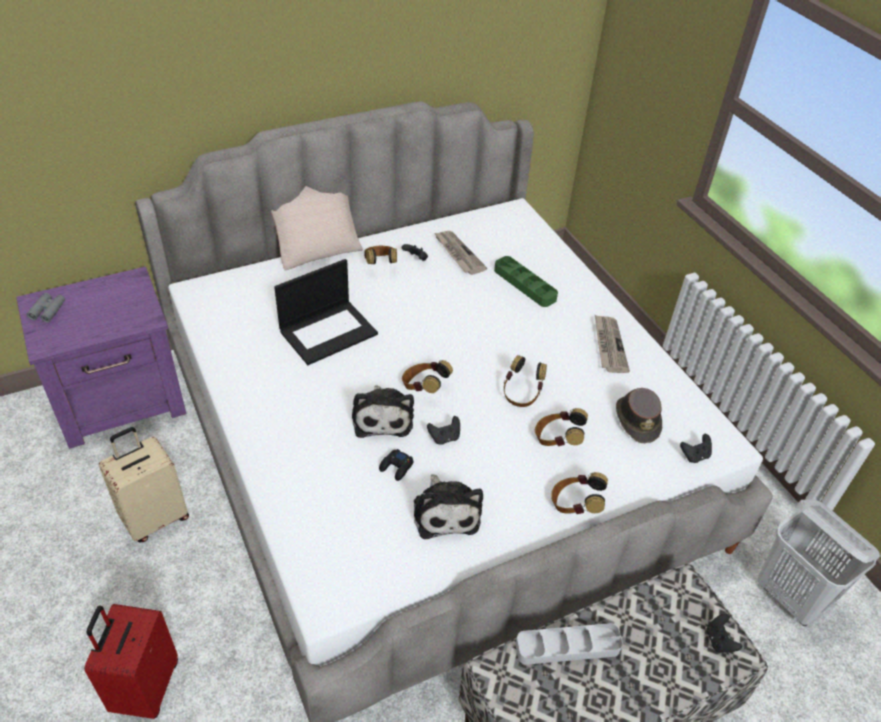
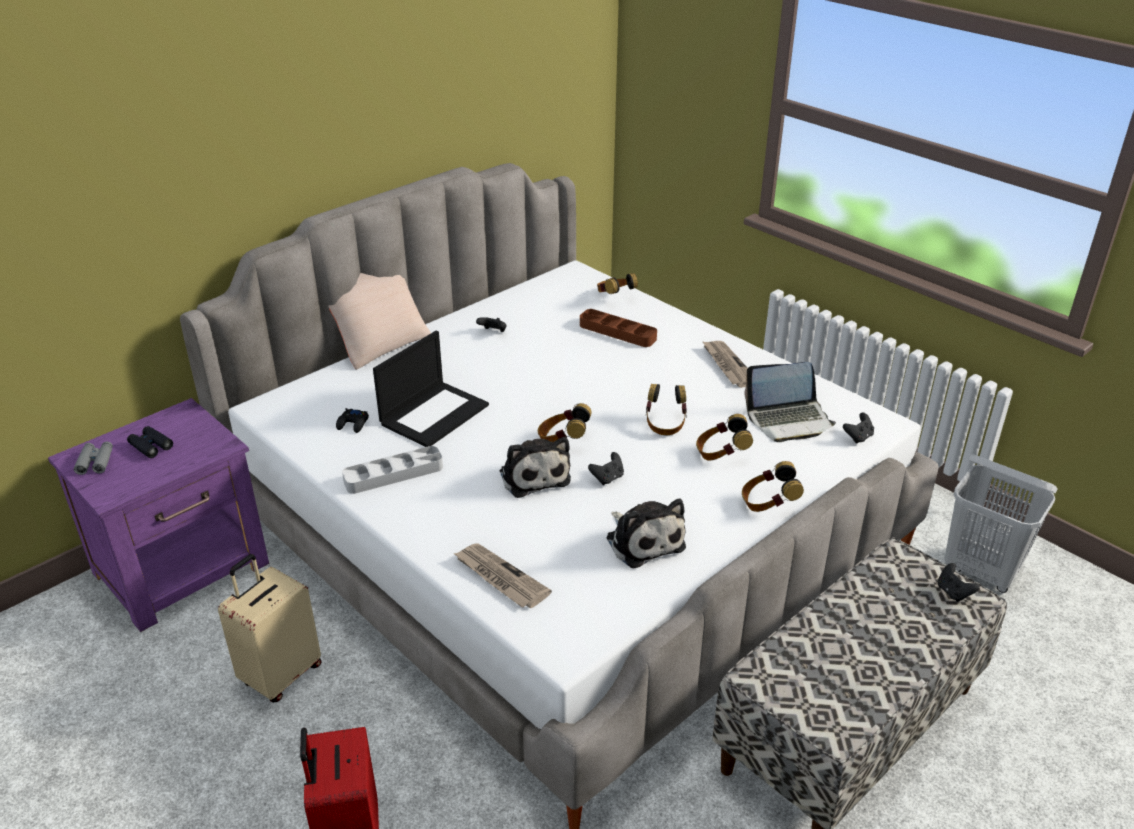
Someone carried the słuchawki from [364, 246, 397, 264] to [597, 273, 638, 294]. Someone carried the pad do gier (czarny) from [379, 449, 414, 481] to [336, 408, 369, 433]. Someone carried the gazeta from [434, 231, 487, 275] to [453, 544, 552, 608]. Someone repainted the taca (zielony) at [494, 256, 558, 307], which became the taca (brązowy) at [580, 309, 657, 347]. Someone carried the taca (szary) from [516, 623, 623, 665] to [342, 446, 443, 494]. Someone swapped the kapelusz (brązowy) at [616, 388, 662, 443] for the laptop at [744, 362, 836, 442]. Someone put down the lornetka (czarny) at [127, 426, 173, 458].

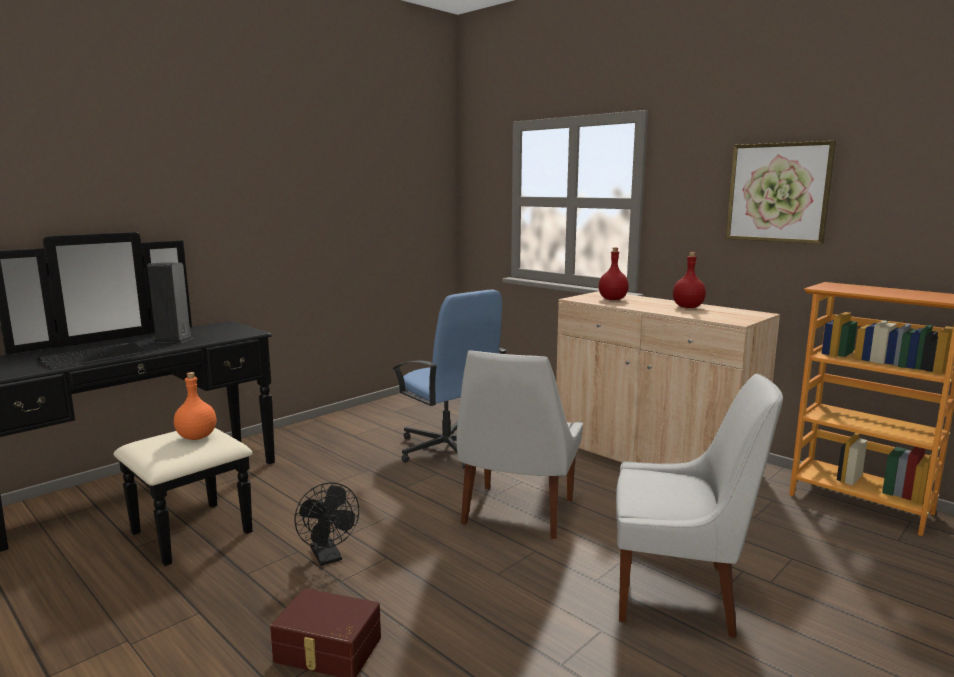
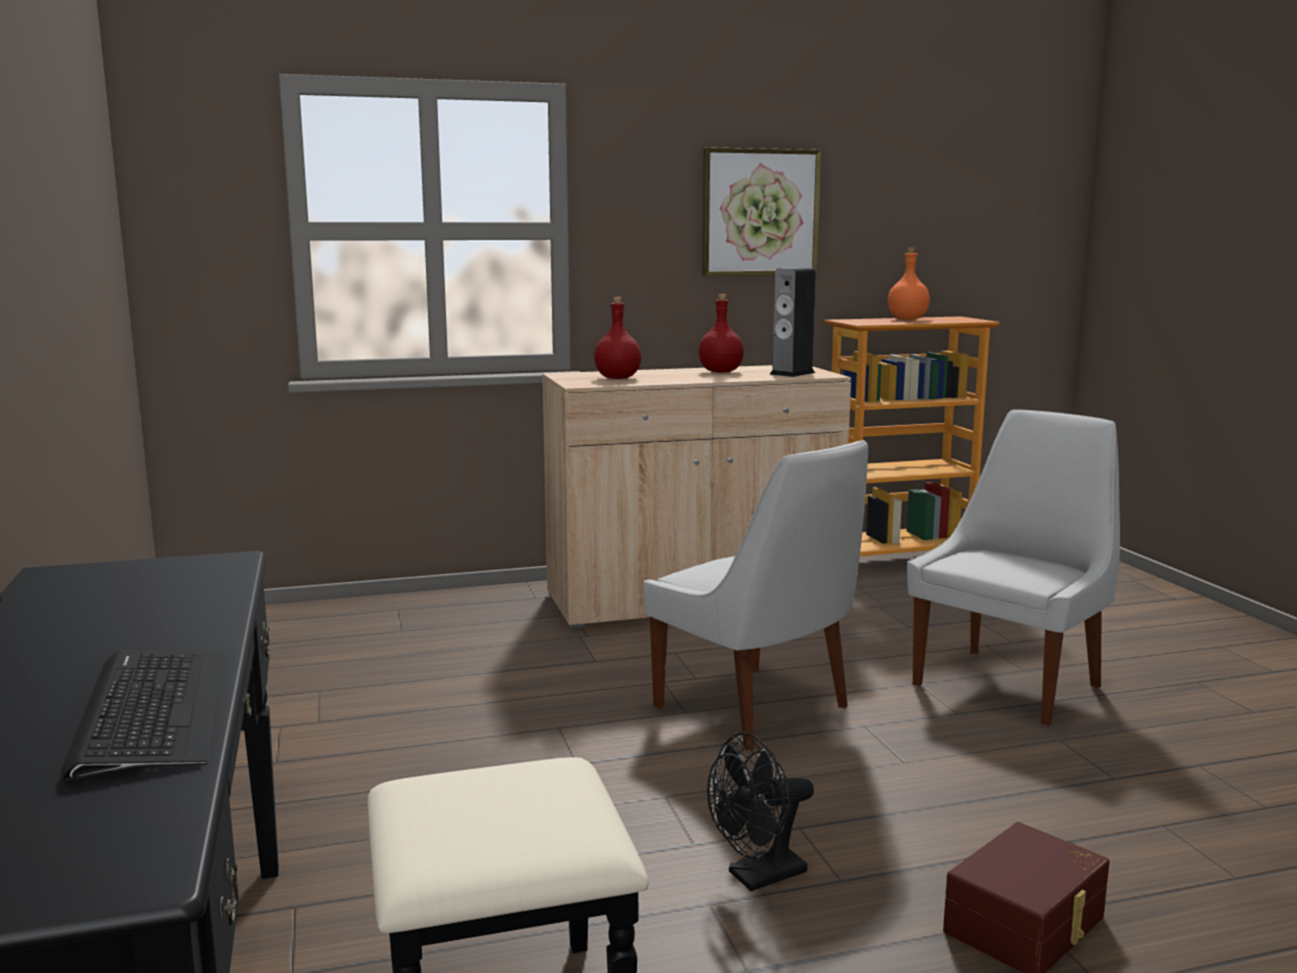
Someone carried the głośnik from [147, 262, 193, 343] to [769, 267, 816, 377]. Someone carried the butelka (pomarańczowy) from [174, 372, 216, 440] to [888, 247, 930, 320]. Someone rotated the wentylator (czarny) at [294, 482, 359, 566] by 150 degrees clockwise. Someone took away the krzesło biurowe (niebieski) at [392, 290, 507, 468].

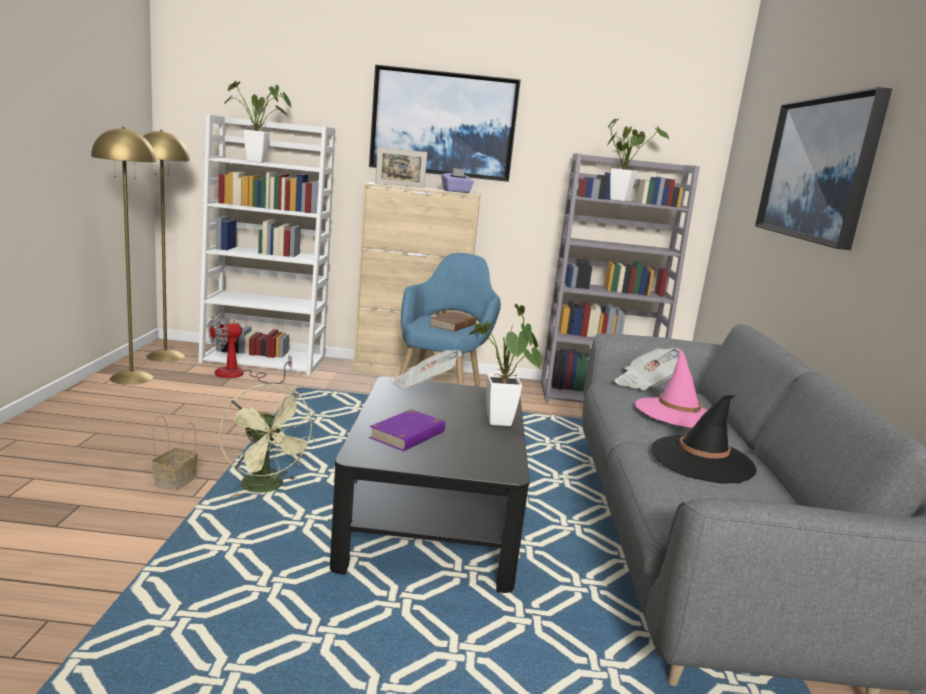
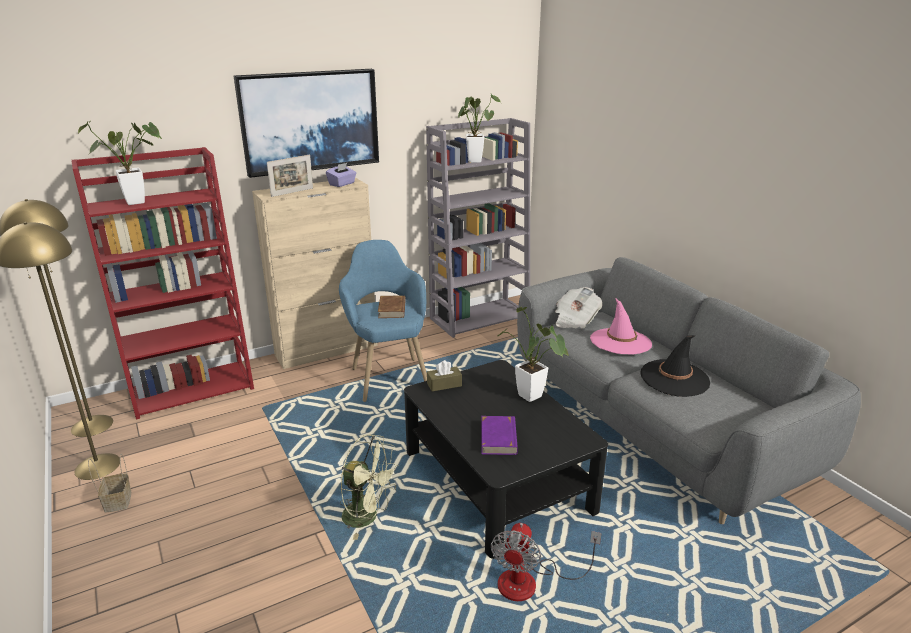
Someone carried the koszyk from [152, 415, 198, 491] to [88, 454, 131, 513]. Someone repainted the regał (biały) at [198, 114, 335, 375], which became the regał (czerwony) at [71, 147, 254, 420]. Someone carried the wentylator from [208, 315, 292, 384] to [491, 523, 601, 601]. Someone swapped the gazeta at [390, 350, 462, 390] for the pudełko chusteczek (brązowy) at [427, 360, 462, 392]. Someone took away the obraz at [755, 87, 892, 250].

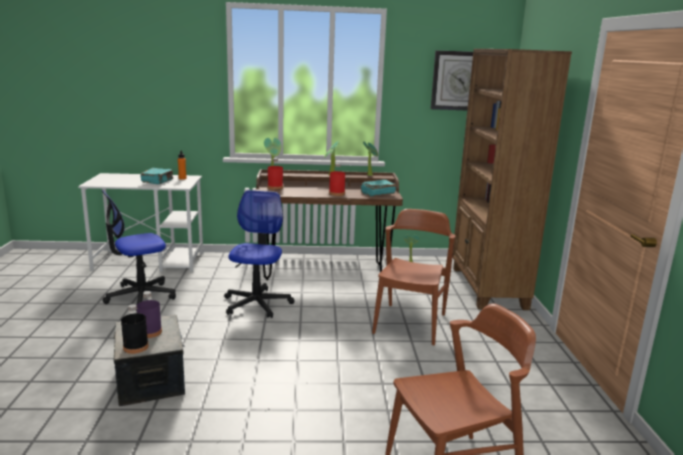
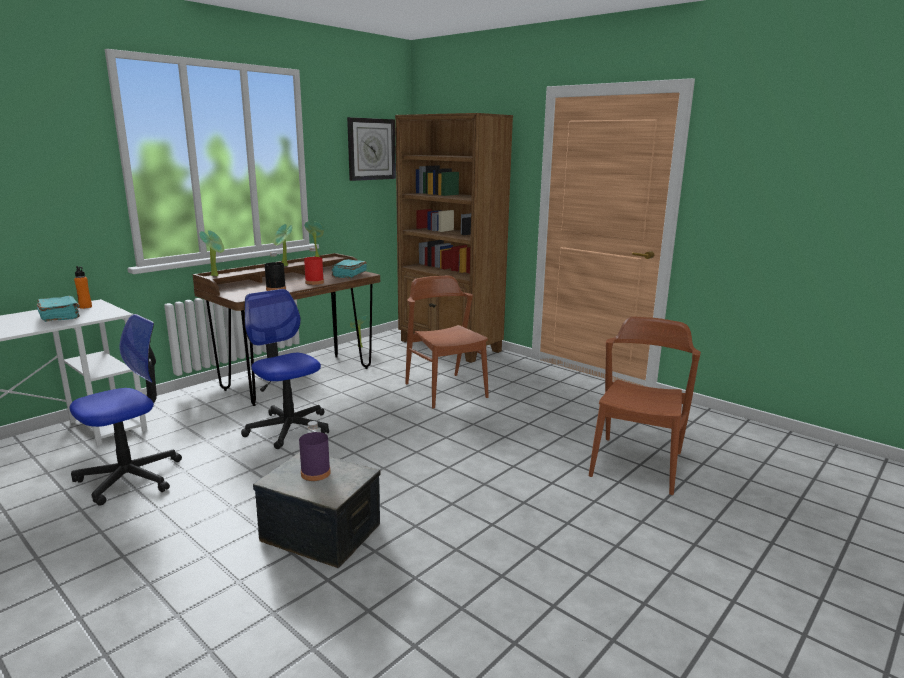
Someone rotated the krzesło biurowe at [102, 190, 176, 311] by 150 degrees counterclockwise. Someone carried the butelka (czarny) from [121, 304, 149, 354] to [264, 252, 286, 291]. Someone took away the butelka (czerwony) at [268, 158, 283, 190].

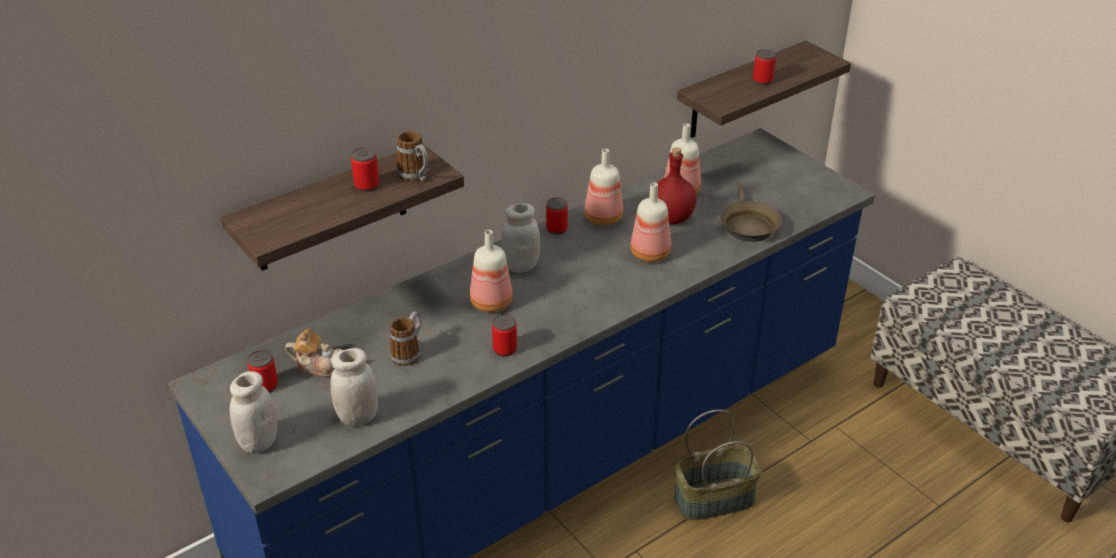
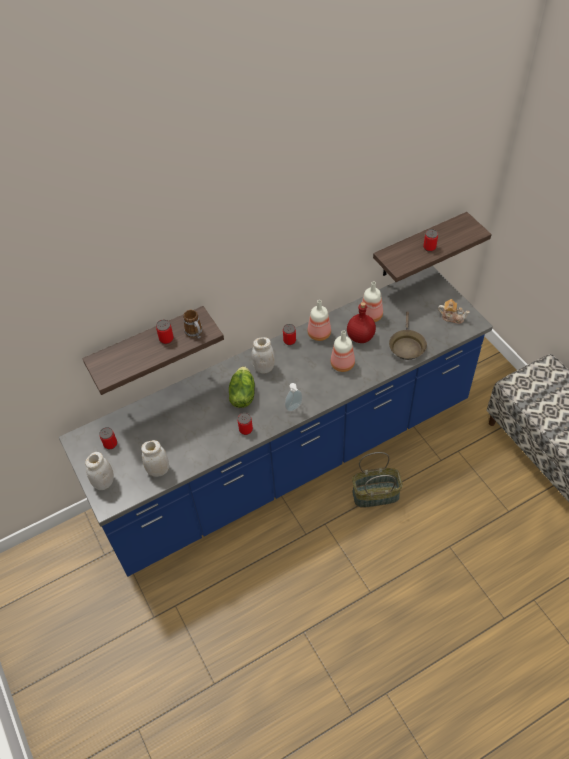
Someone carried the imbryk from [285, 329, 342, 377] to [438, 299, 470, 324]. Someone took away the kubek at [390, 311, 421, 366]. Someone swapped the butelka at [470, 230, 513, 312] for the sałata at [229, 366, 255, 408]. Someone put down the dozownik mydła at [285, 383, 303, 411].

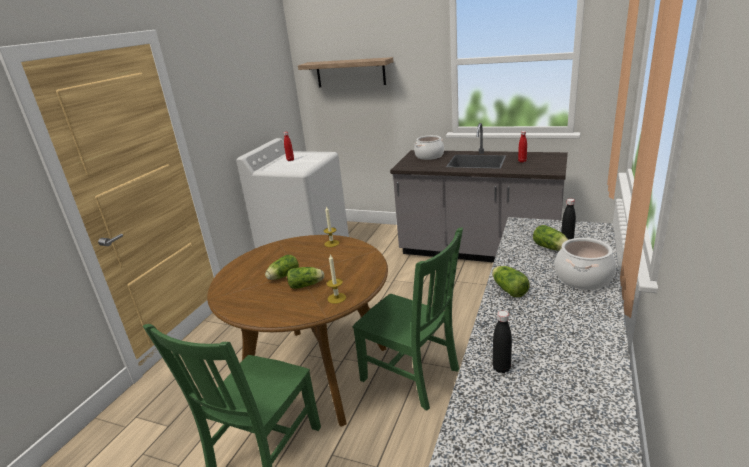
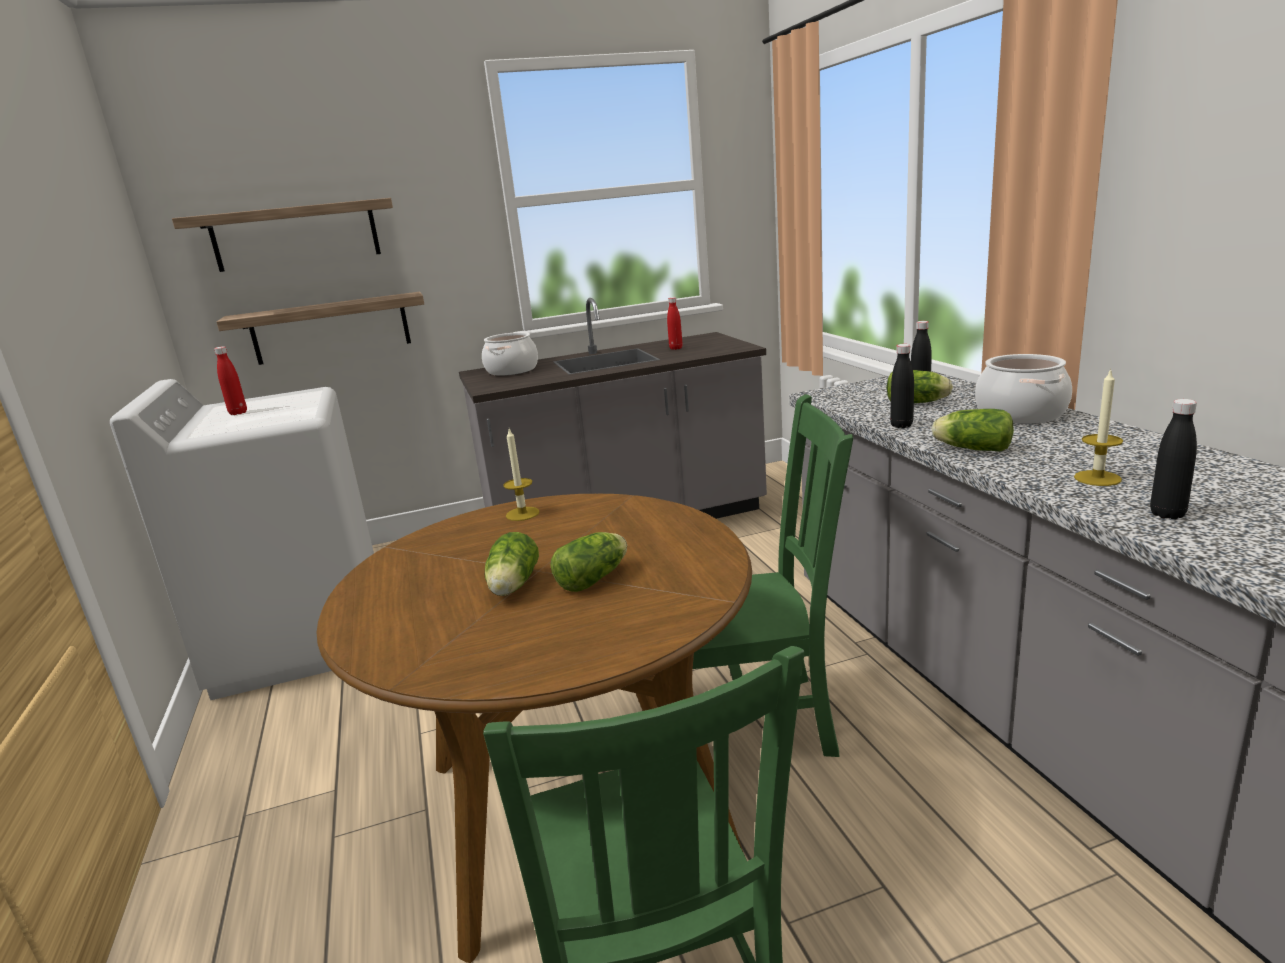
Someone carried the świeca from [327, 255, 346, 304] to [1074, 368, 1123, 486]. Someone put up the półka at [217, 292, 424, 365]. Someone put down the butelka (czarny) at [890, 344, 914, 428].

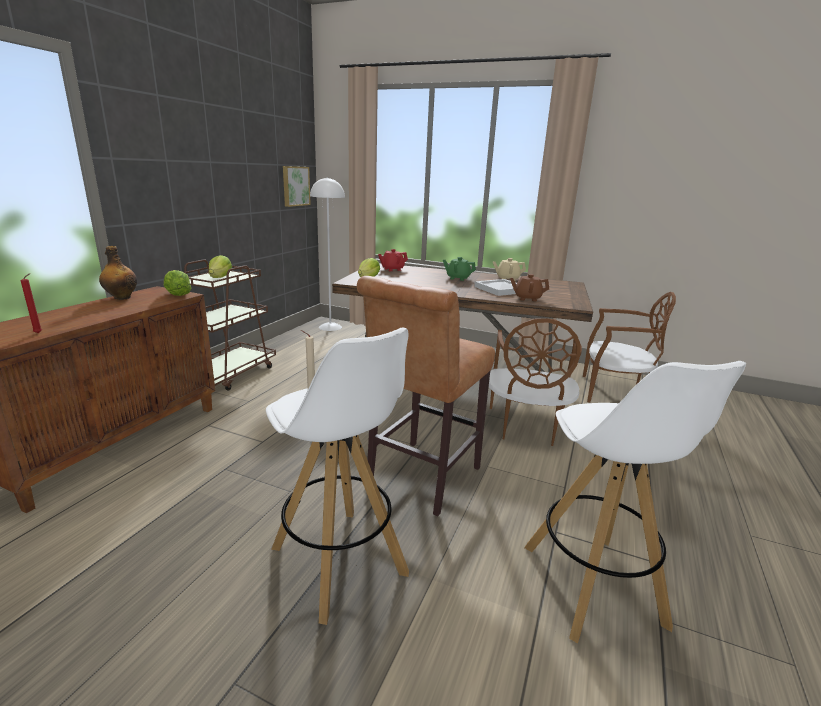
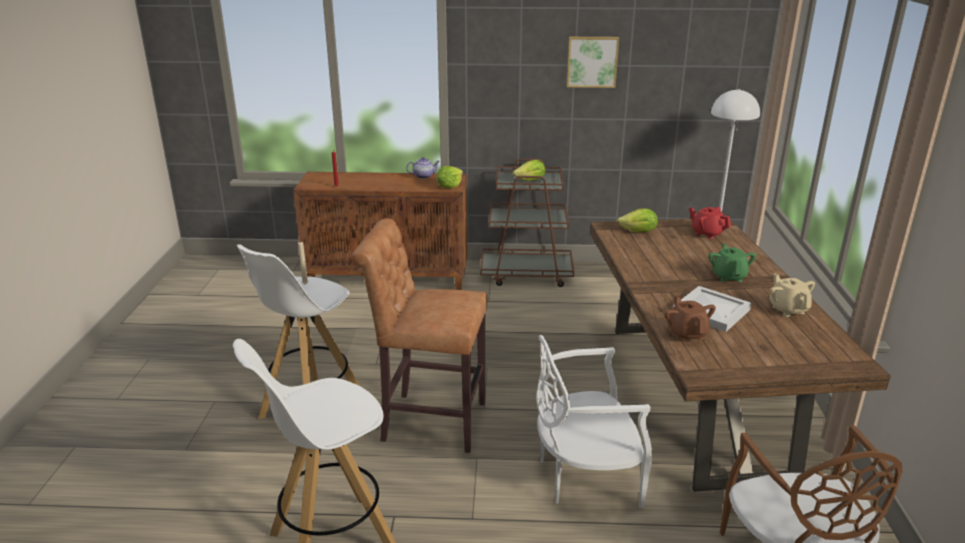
Someone swapped the butelka at [99, 246, 137, 300] for the imbryk at [406, 157, 440, 179]. Someone carried the obraz from [283, 166, 311, 207] to [567, 37, 619, 88]. Someone repainted the krzesło (brązowy) at [489, 318, 582, 446], which became the krzesło (biały) at [536, 335, 652, 508].

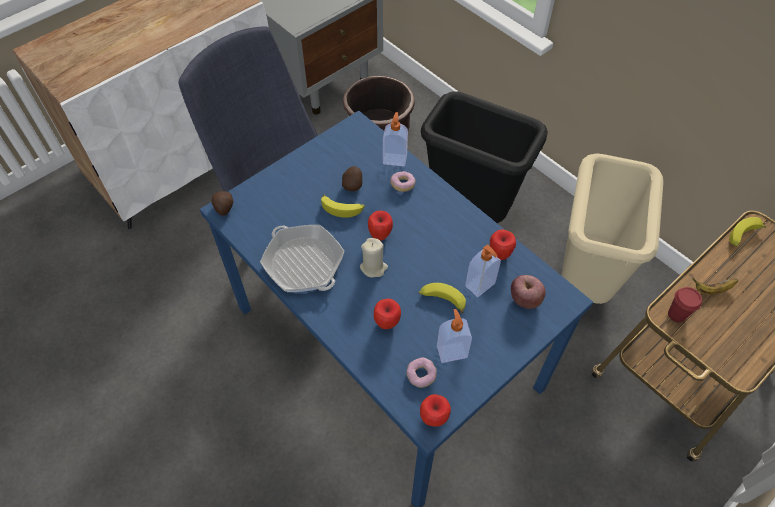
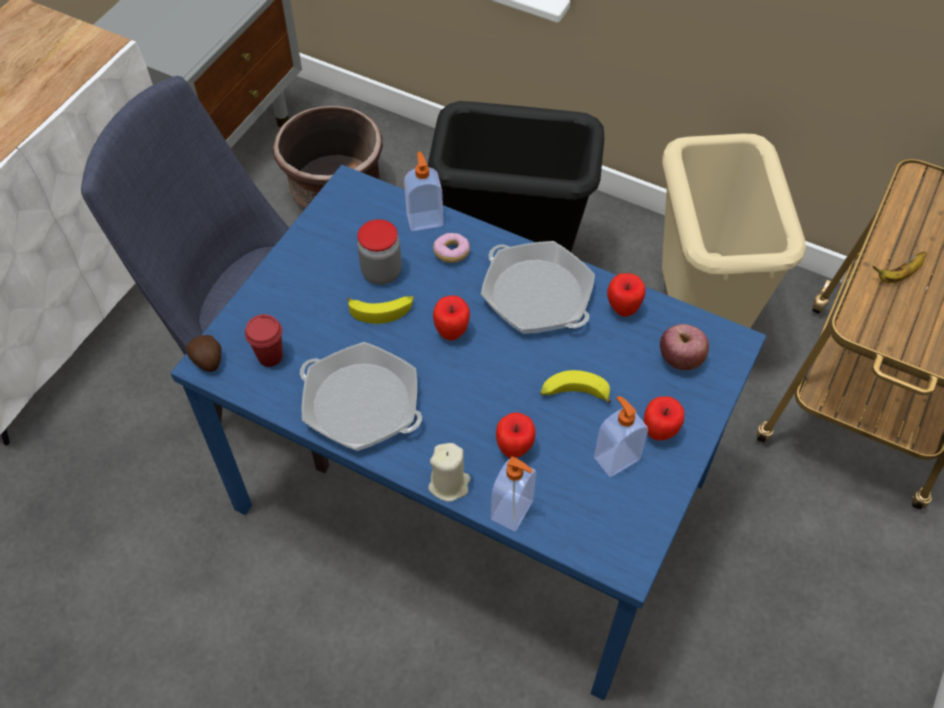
Someone swapped the ziemniak at [342, 166, 362, 191] for the słoik at [357, 219, 402, 285]. Someone carried the świeca (beżowy) from [360, 238, 388, 278] to [428, 443, 470, 502]. Someone took away the donut at [406, 358, 437, 388]. Someone carried the jabłko from [420, 394, 451, 427] to [644, 396, 684, 440]. Someone carried the dozownik mydła from [465, 244, 501, 297] to [491, 457, 536, 531]. Someone carried the filiżanka (czerwony) from [668, 287, 702, 322] to [245, 314, 283, 367]. Someone took away the banan at [729, 217, 766, 247]. Someone put down the patelnia at [481, 241, 595, 334].

